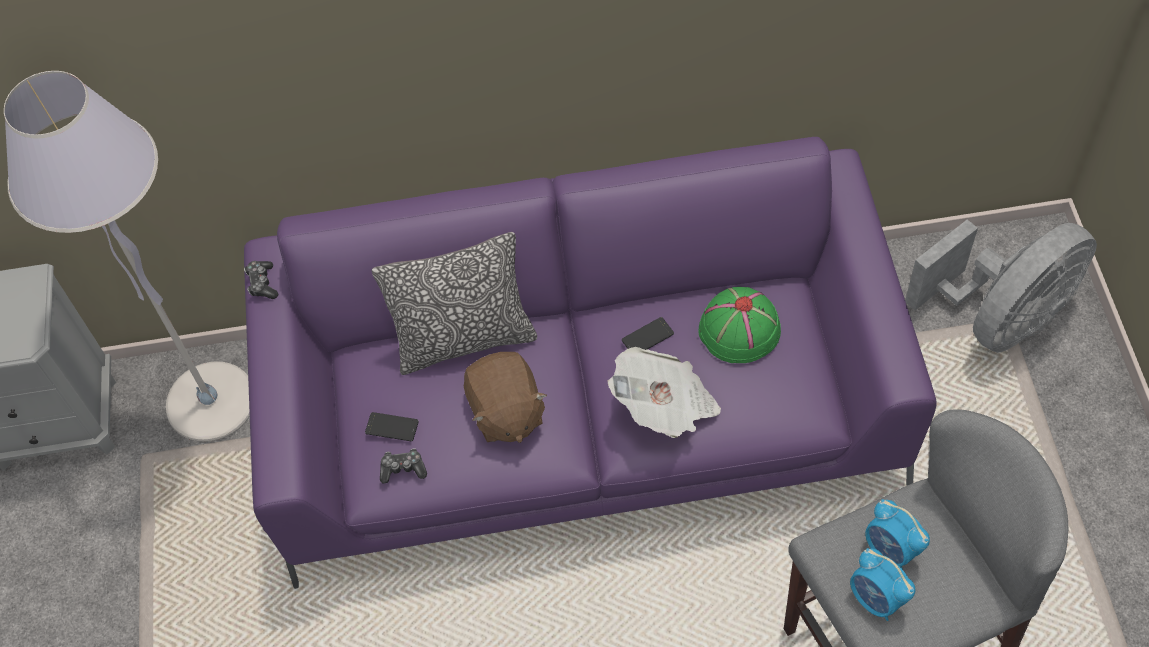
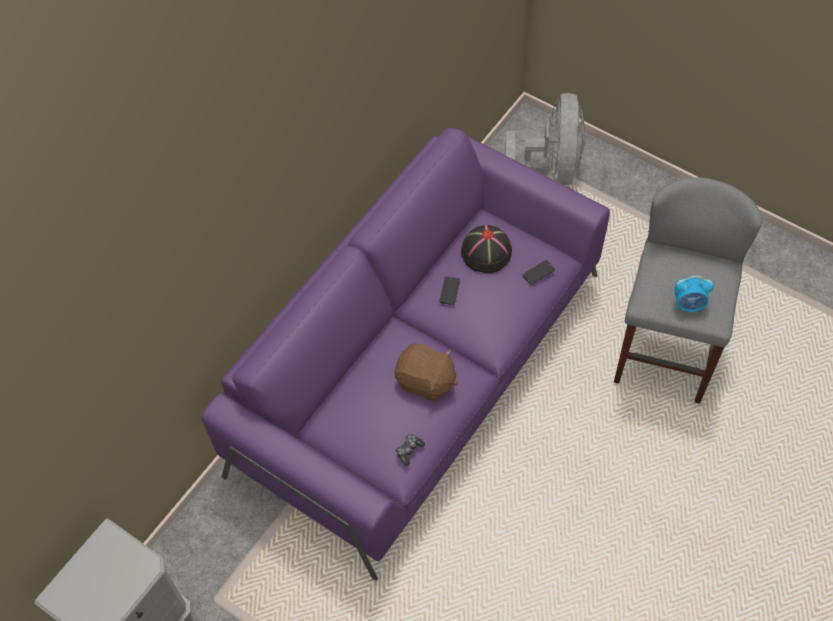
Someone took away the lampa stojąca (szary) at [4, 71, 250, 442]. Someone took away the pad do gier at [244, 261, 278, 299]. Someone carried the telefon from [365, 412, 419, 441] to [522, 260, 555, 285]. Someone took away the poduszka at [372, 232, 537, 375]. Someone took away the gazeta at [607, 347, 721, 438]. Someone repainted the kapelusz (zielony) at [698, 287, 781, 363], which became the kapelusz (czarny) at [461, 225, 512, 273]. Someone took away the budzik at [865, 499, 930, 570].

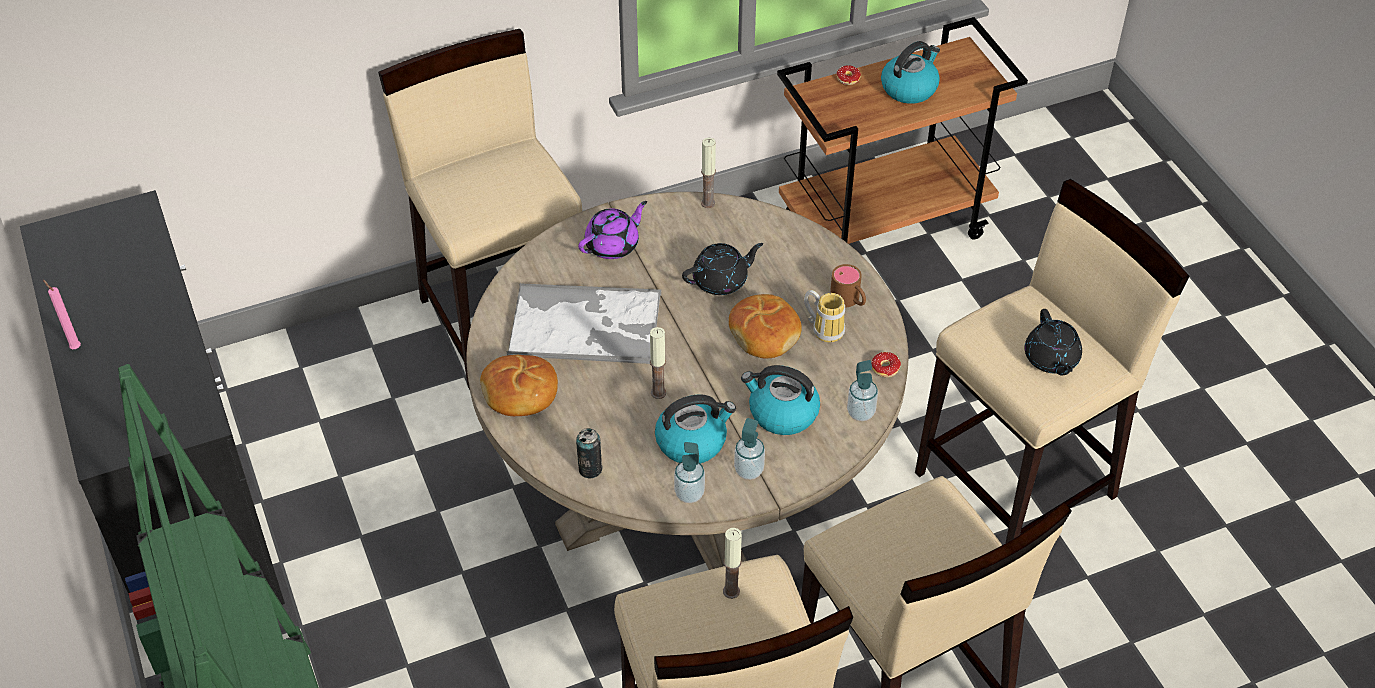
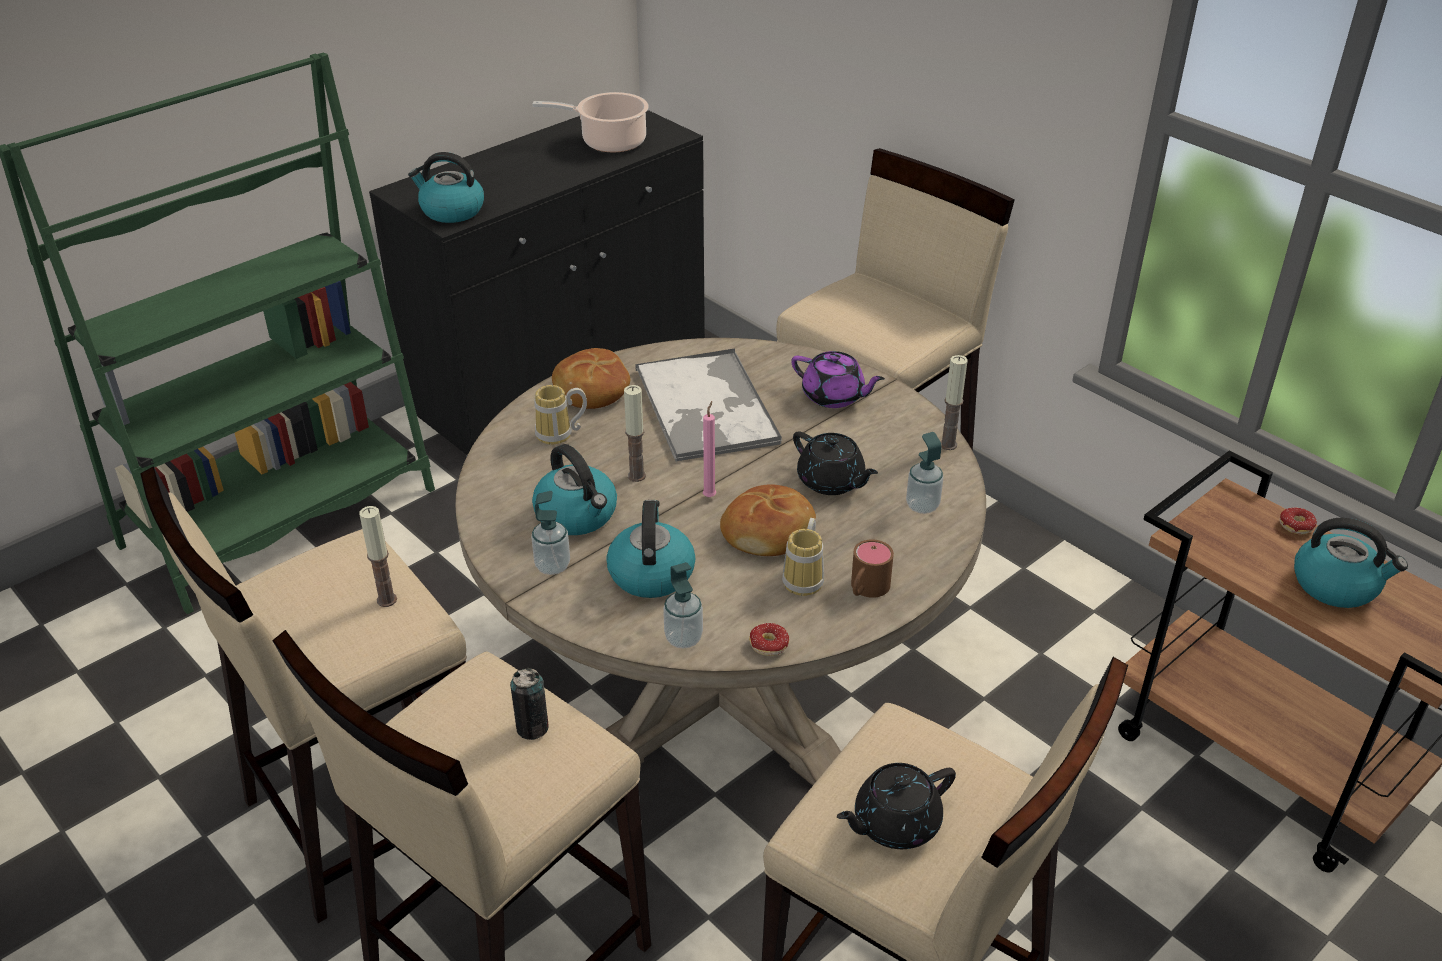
Someone carried the świeca (różowy) from [43, 280, 81, 349] to [703, 401, 716, 497]. Someone carried the puszka from [576, 428, 603, 478] to [510, 668, 549, 740]. Someone carried the dozownik mydła from [674, 442, 705, 503] to [906, 432, 943, 514]. Someone put down the czajnik at [408, 152, 484, 223]. Someone put down the garnek at [532, 92, 649, 152]. Someone put down the kubek at [534, 385, 587, 444].

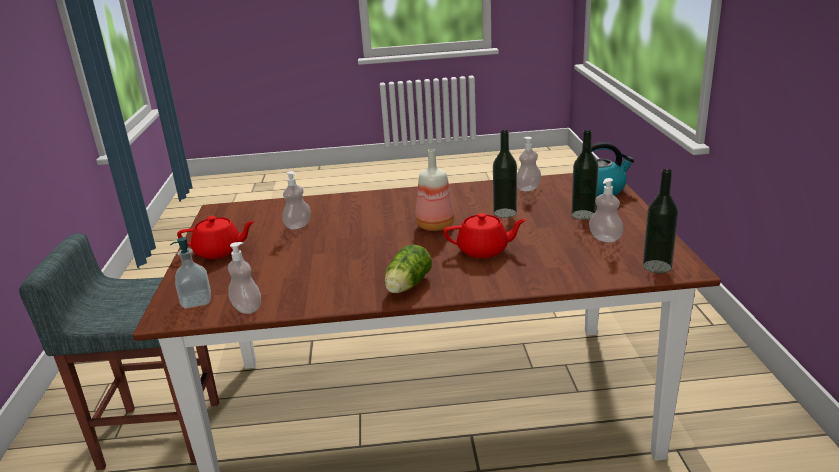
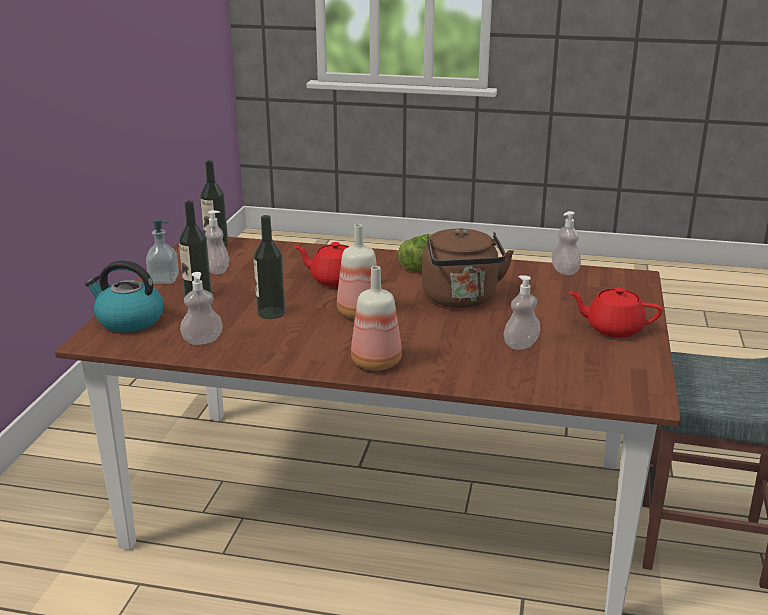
Someone carried the dozownik mydła from [170, 237, 211, 308] to [146, 219, 179, 284]. Someone put down the butelka at [351, 266, 402, 371]. Someone put down the czajnik (brązowy) at [422, 228, 514, 308].

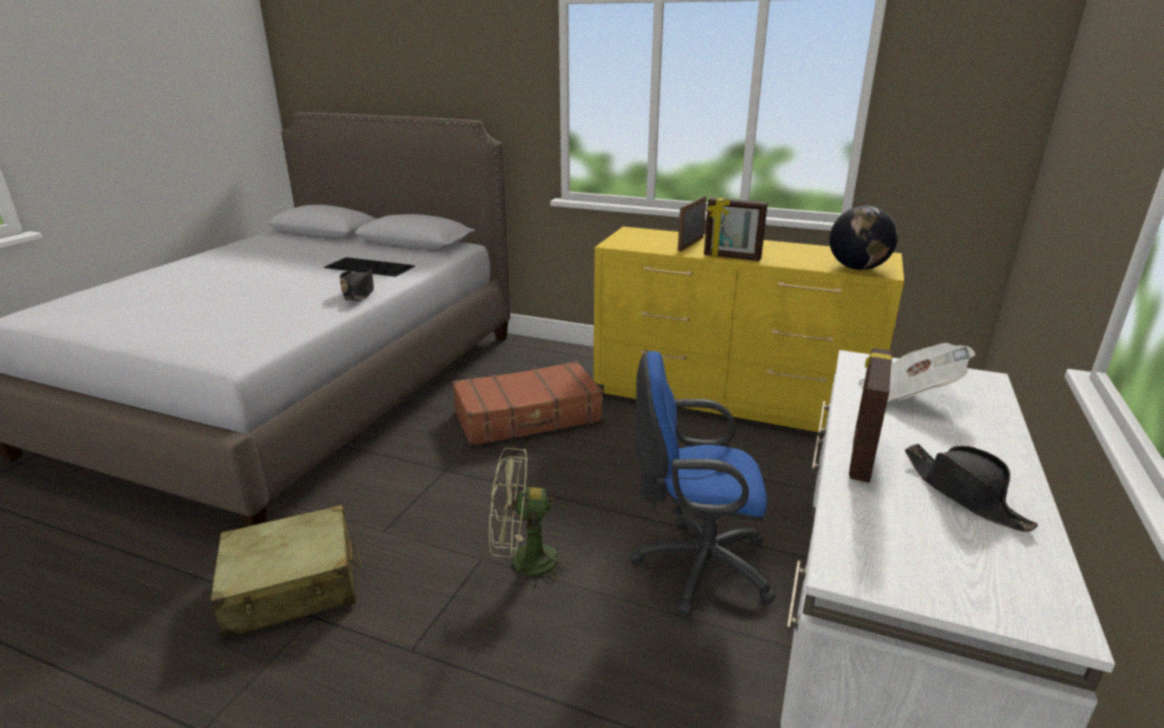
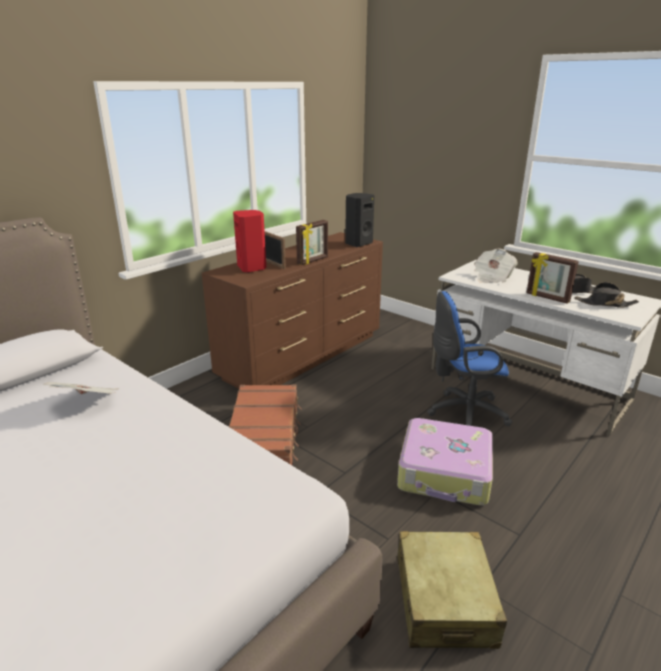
Someone swapped the klawiatura at [324, 257, 415, 277] for the gazeta at [43, 382, 120, 394]. Someone carried the kapelusz (czarny) from [340, 268, 374, 301] to [575, 282, 639, 308]. Someone swapped the wentylator (zielony) at [489, 448, 573, 589] for the walizka at [397, 418, 493, 505]. Someone repainted the komoda (żółty) at [594, 226, 904, 432], which became the komoda (brązowy) at [202, 232, 383, 389]. Someone rotated the krzesło biurowe (niebieski) at [630, 351, 776, 616] by 60 degrees clockwise. Someone swapped the globus at [829, 206, 898, 270] for the głośnik (czarny) at [345, 193, 374, 247]. Someone put down the głośnik (czerwony) at [233, 210, 266, 273].

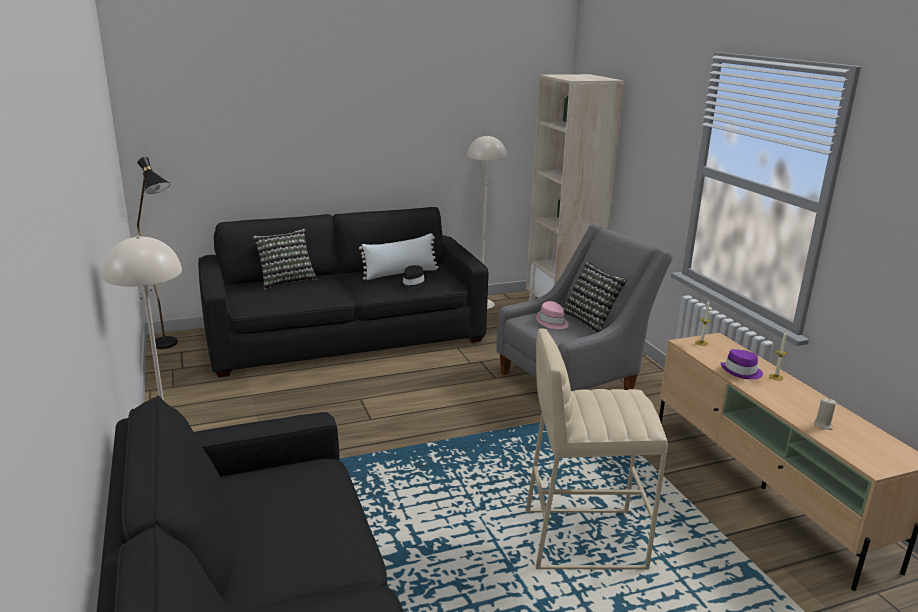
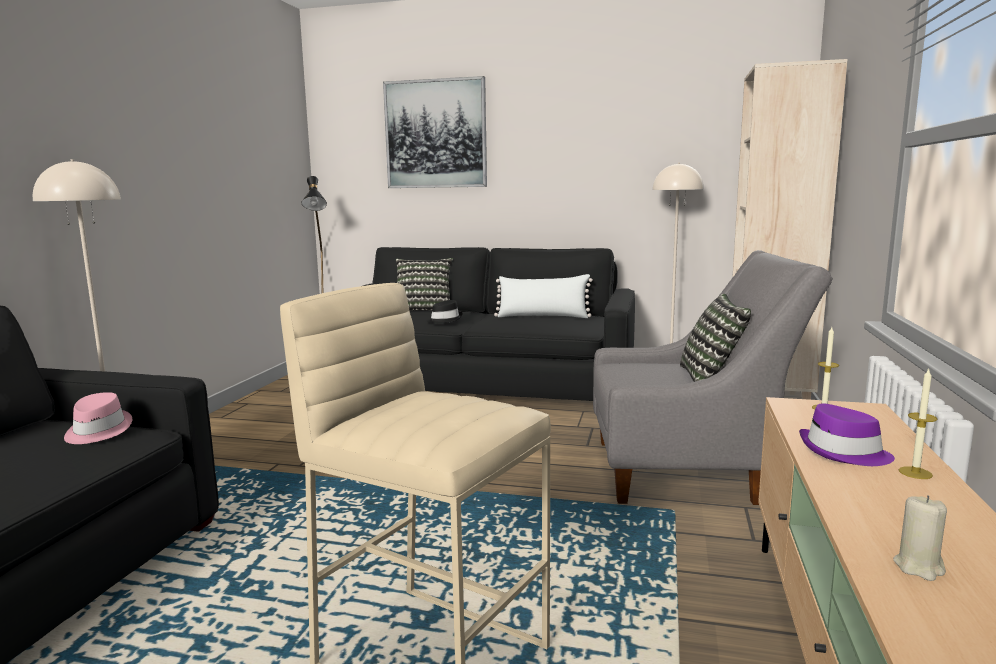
Someone carried the kapelusz (czarny) from [399, 265, 428, 289] to [427, 300, 463, 323]. Someone carried the kapelusz (różowy) from [536, 301, 569, 329] to [64, 392, 132, 444]. Someone put up the obraz at [383, 76, 487, 188].

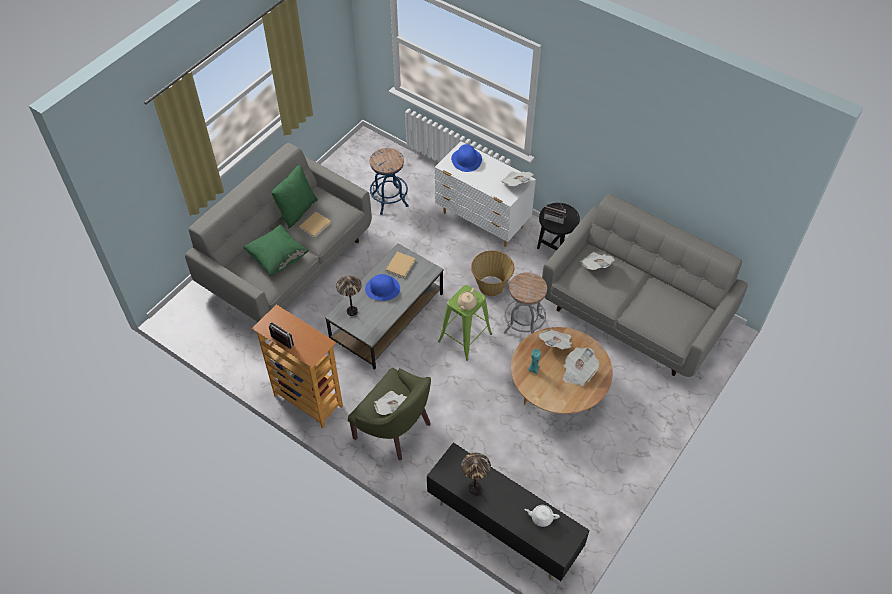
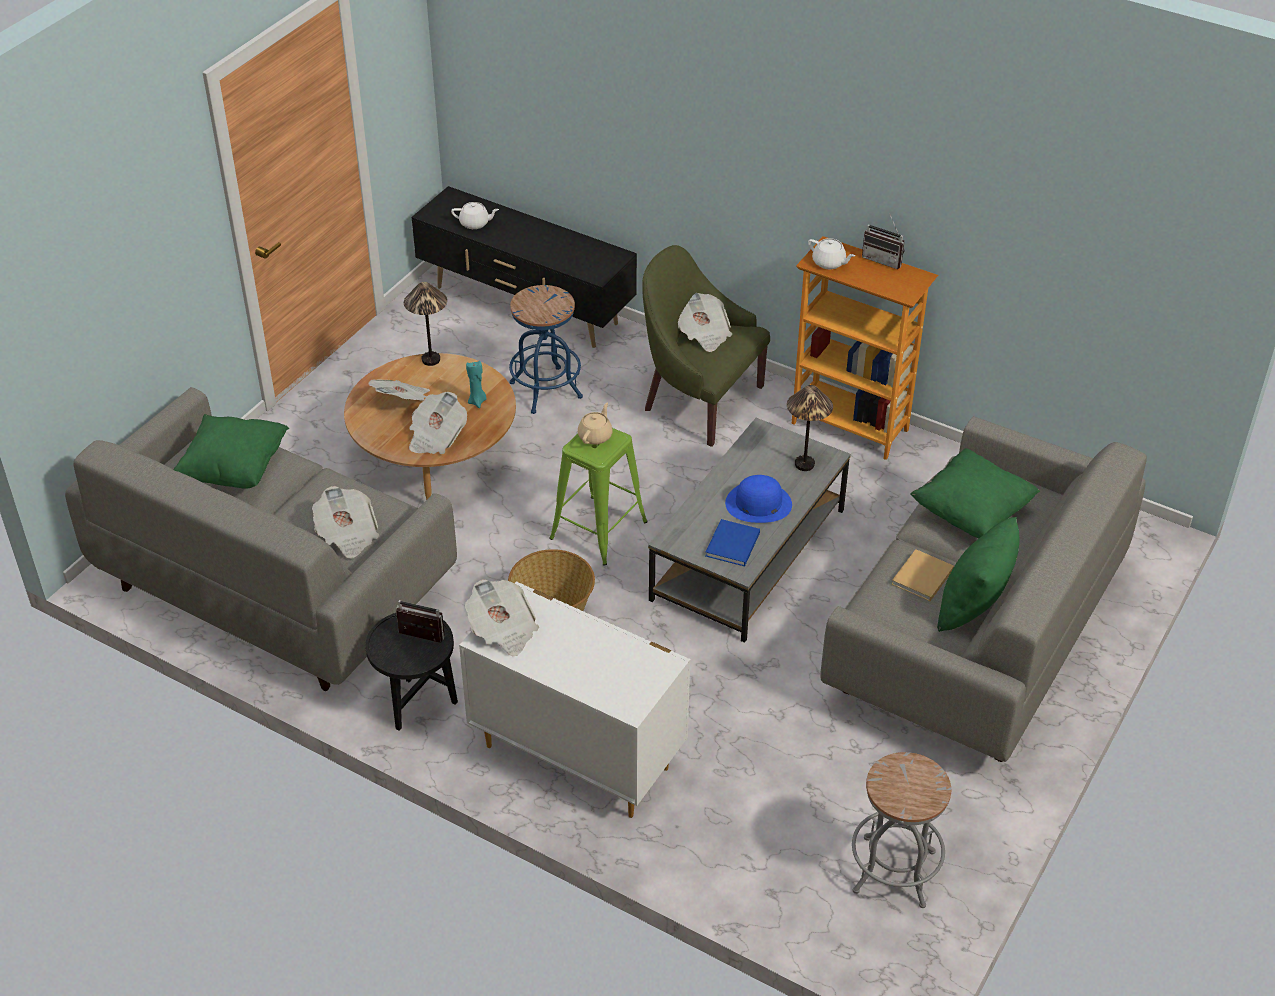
Someone carried the stołek (niebieski) from [370, 148, 408, 215] to [509, 285, 583, 414]. Someone repainted the książka (beżowy) at [386, 252, 416, 278], which became the książka (niebieski) at [705, 519, 760, 566]. Someone took away the kapelusz (niebieski) at [451, 144, 482, 172]. Someone carried the lampa stołowa from [461, 453, 491, 494] to [404, 282, 447, 366]. Someone carried the stołek (szary) from [504, 272, 547, 334] to [852, 752, 951, 908]. Someone put down the poduszka (zielony) at [173, 414, 289, 489]. Someone put down the imbryk (biały) at [808, 238, 855, 269].

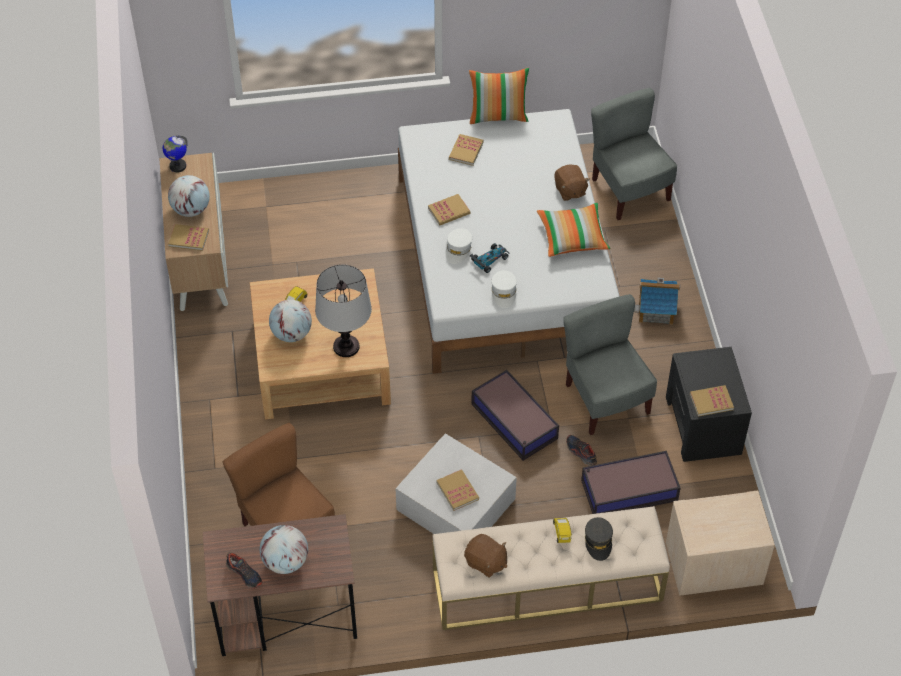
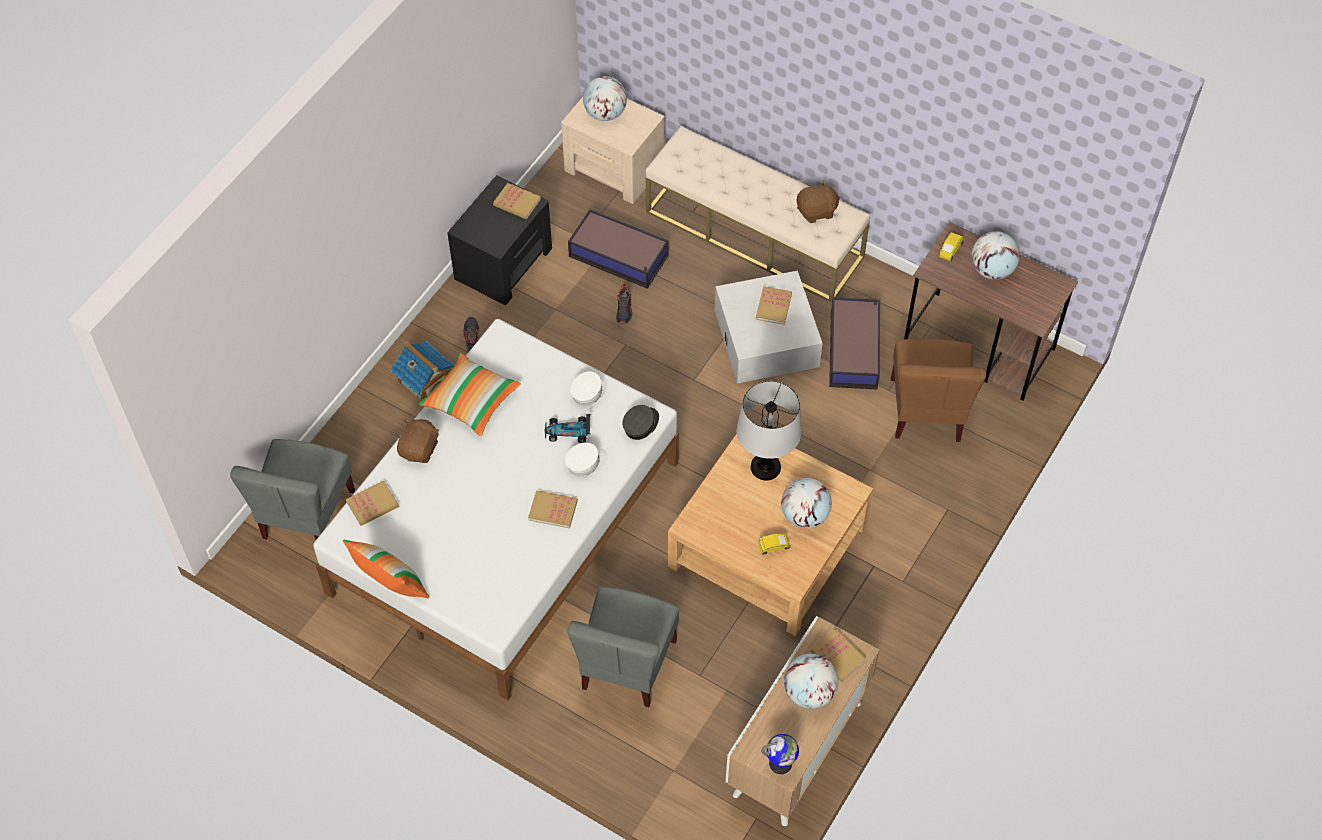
Someone carried the but from [226, 552, 262, 589] to [463, 317, 479, 352]. Someone carried the książka from [449, 134, 483, 166] to [346, 481, 399, 526]. Someone rotated the pluszak (brązowy) at [464, 534, 507, 578] by 90 degrees clockwise. Someone carried the pojemnik do przechowywania from [471, 370, 559, 461] to [829, 297, 880, 390]. Someone carried the samochodzik (żółty) from [553, 518, 572, 543] to [939, 232, 964, 261]. Someone carried the krzesło (szary) from [563, 294, 657, 435] to [567, 587, 679, 707]. Someone carried the czapka z daszkiem (szary) from [585, 517, 613, 561] to [622, 405, 659, 440]. Someone put down the globus at [583, 76, 627, 121].

